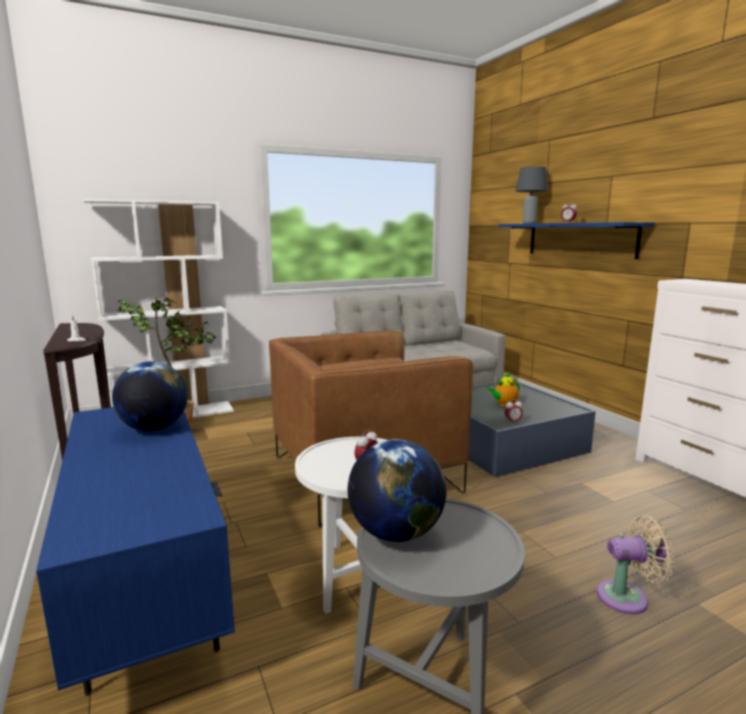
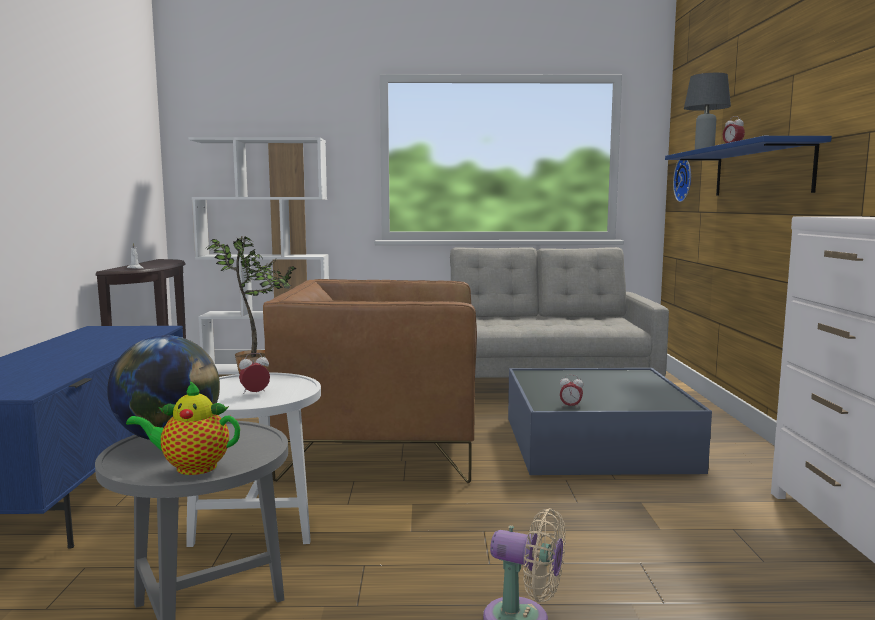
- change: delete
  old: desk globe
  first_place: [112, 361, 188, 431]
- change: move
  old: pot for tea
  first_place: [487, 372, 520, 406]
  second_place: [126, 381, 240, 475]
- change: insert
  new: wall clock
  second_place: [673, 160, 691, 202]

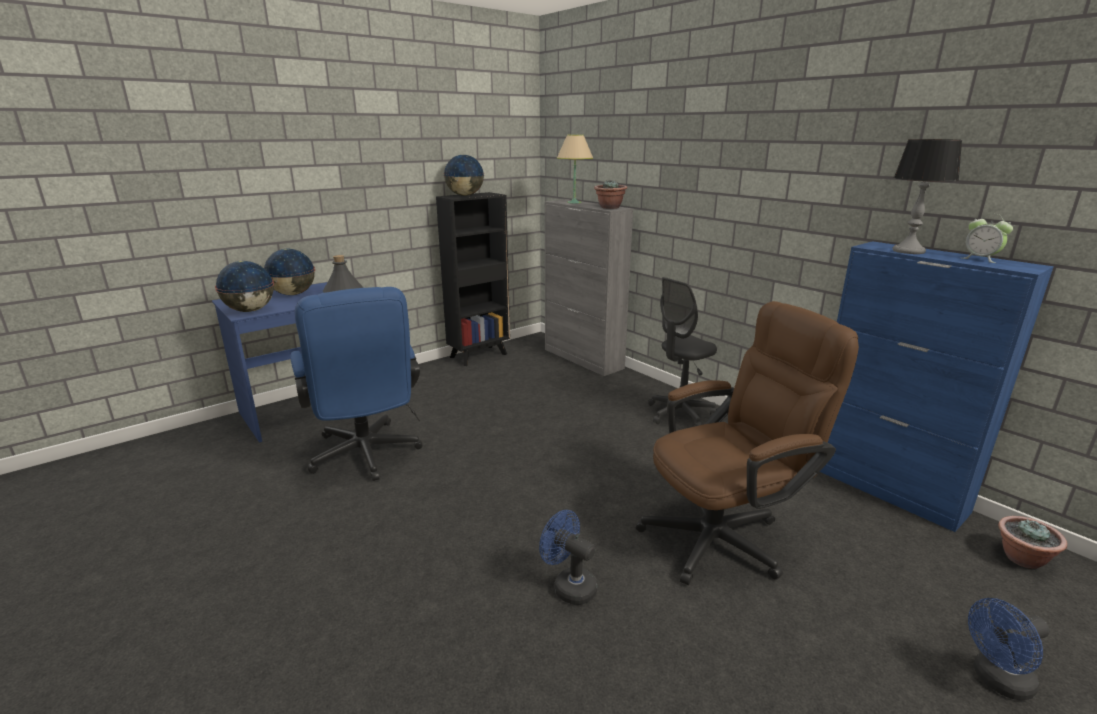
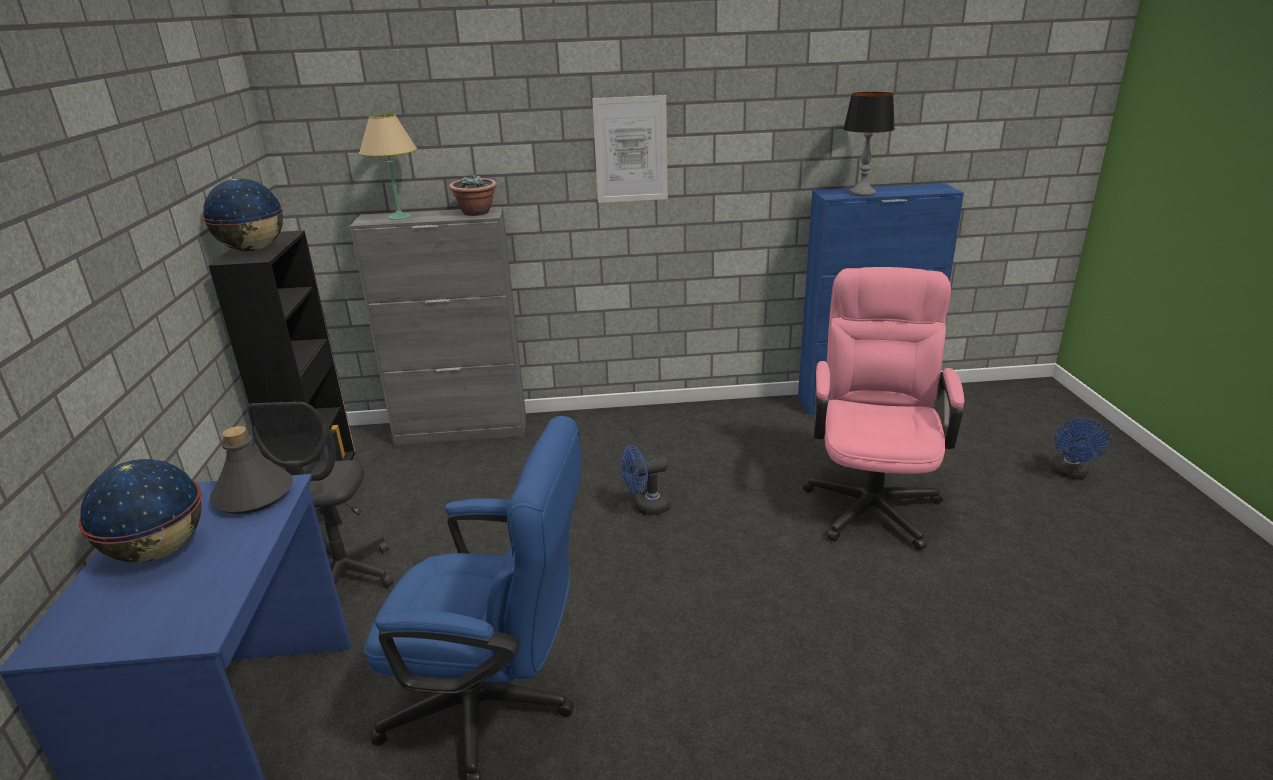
- change: delete
  old: table clock
  first_place: [963, 214, 1013, 263]
- change: delete
  old: desk globe
  first_place: [215, 261, 274, 312]
- change: move
  old: greyish desk chair
  first_place: [648, 277, 717, 426]
  second_place: [247, 402, 393, 589]
- change: recolor
  old: brown-coloured desk chair
  new: pink-coloured desk chair
  first_place: [636, 301, 859, 585]
  second_place: [803, 267, 964, 550]
- change: move
  old: blue-coloured cooling fan
  first_place: [539, 510, 598, 605]
  second_place: [621, 445, 671, 516]
- change: delete
  old: houseplant
  first_place: [998, 516, 1068, 569]
- change: insert
  new: picture
  second_place: [592, 95, 668, 203]

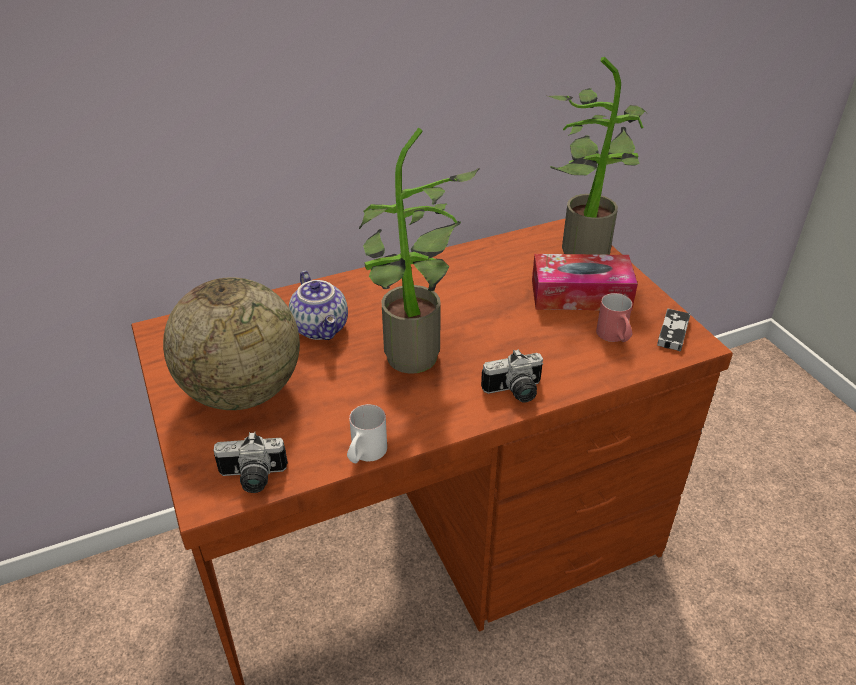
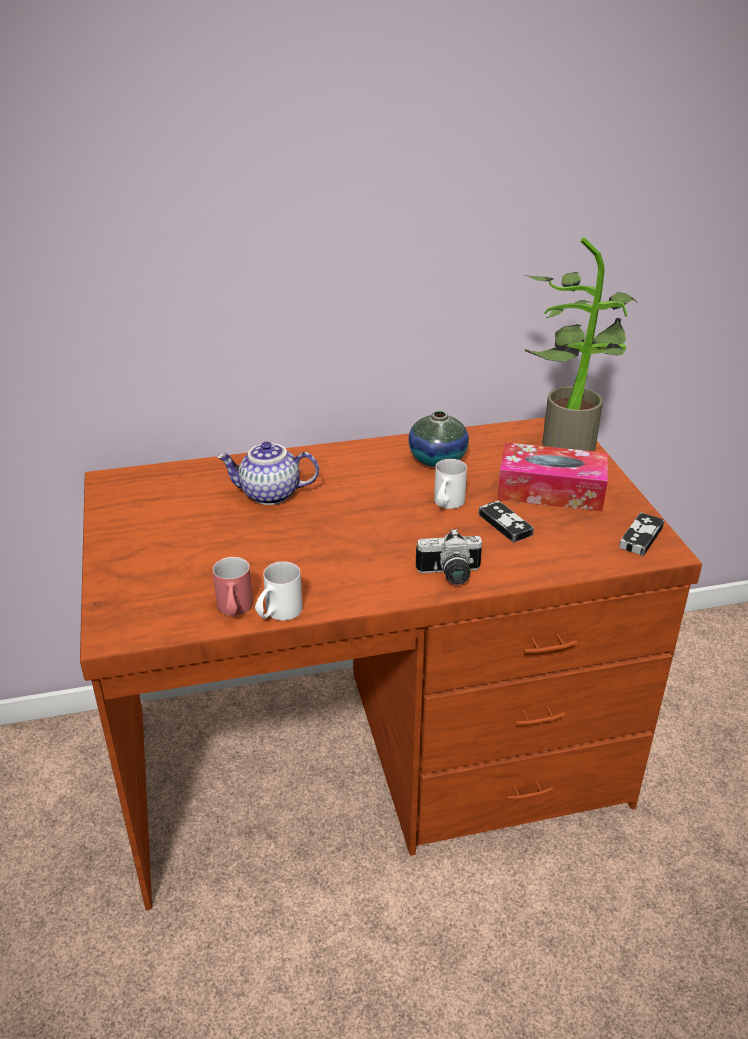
- change: delete
  old: houseplant
  first_place: [359, 128, 480, 374]
- change: rotate
  old: pot for tea
  first_place: [289, 271, 348, 340]
  second_place: [217, 442, 319, 505]
  degrees: 105
- change: delete
  old: desk globe
  first_place: [163, 277, 300, 410]
- change: move
  old: red-coloured tea mug
  first_place: [596, 293, 633, 342]
  second_place: [212, 557, 253, 617]
- change: delete
  old: still camera
  first_place: [213, 432, 288, 493]
- change: insert
  new: decorative vase
  second_place: [408, 411, 469, 467]
- change: insert
  new: white-coloured tea mug
  second_place: [434, 459, 467, 509]
- change: insert
  new: gamepad
  second_place: [478, 501, 534, 543]

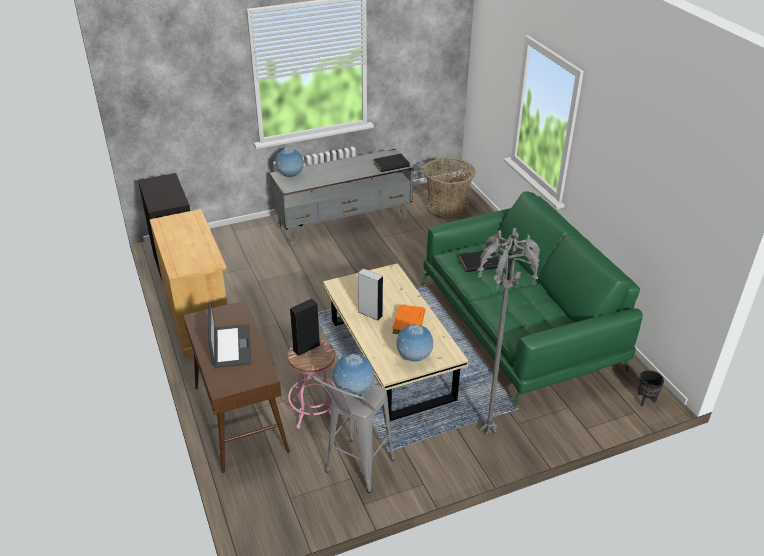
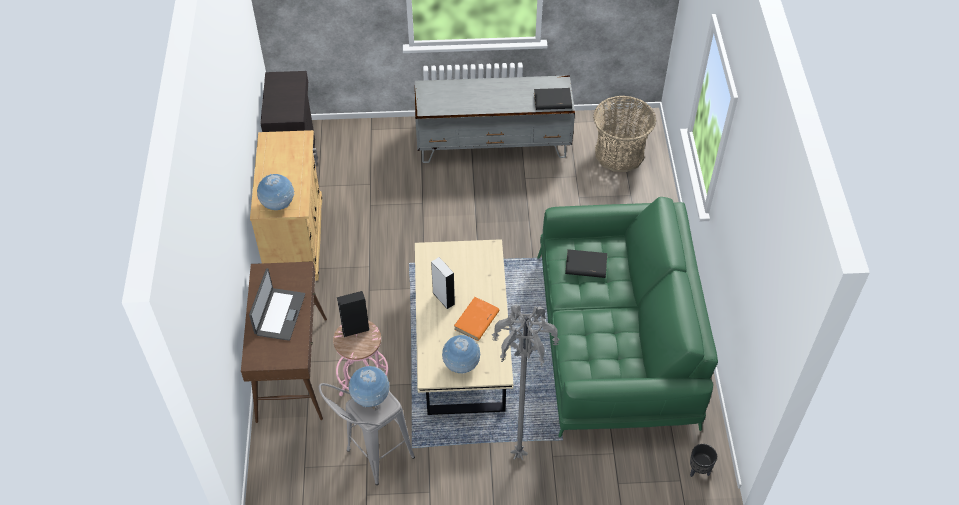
- change: move
  old: desk globe
  first_place: [275, 148, 304, 178]
  second_place: [257, 174, 295, 210]

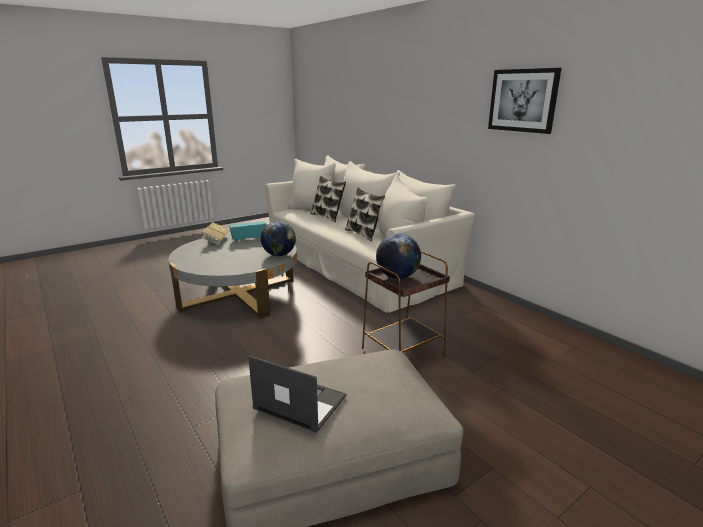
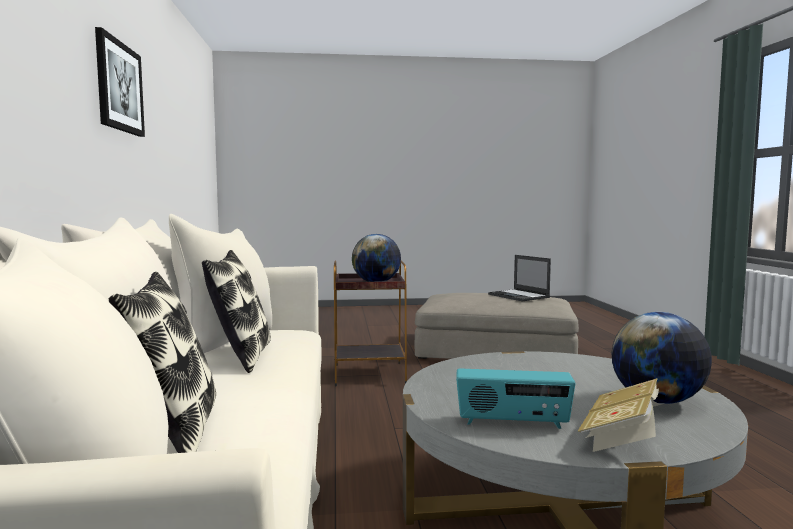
- change: move
  old: desk globe
  first_place: [261, 221, 296, 256]
  second_place: [612, 312, 712, 404]

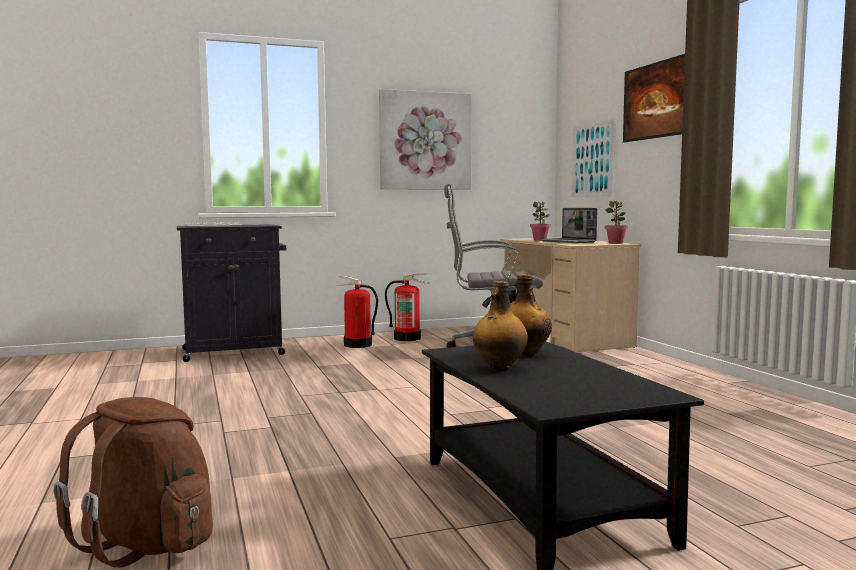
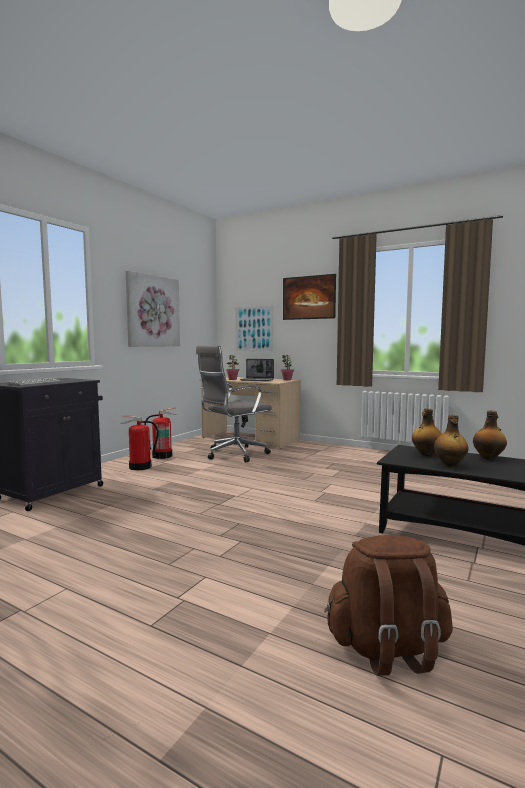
- change: insert
  new: drink bottle
  second_place: [473, 410, 507, 460]

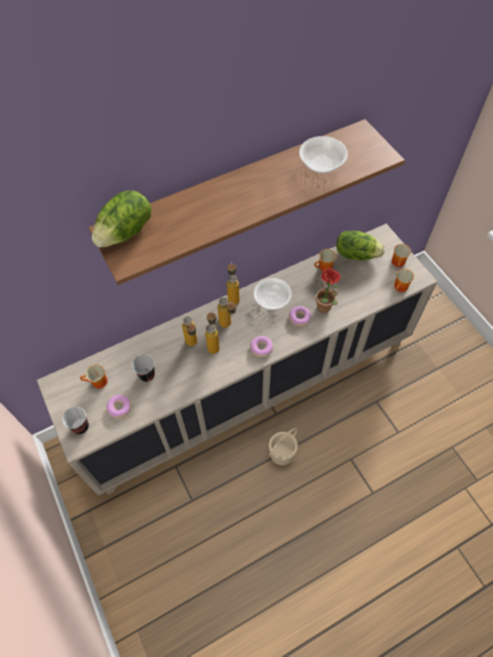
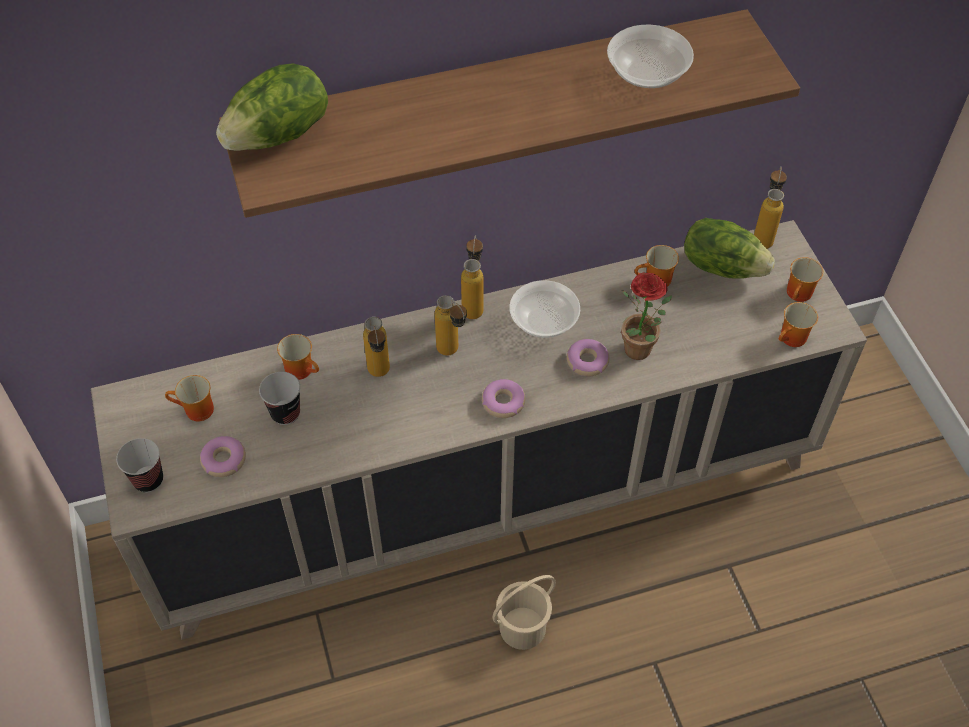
- change: move
  old: drink bottle
  first_place: [205, 311, 220, 354]
  second_place: [754, 167, 787, 249]
- change: insert
  new: tea mug
  second_place: [277, 334, 319, 380]

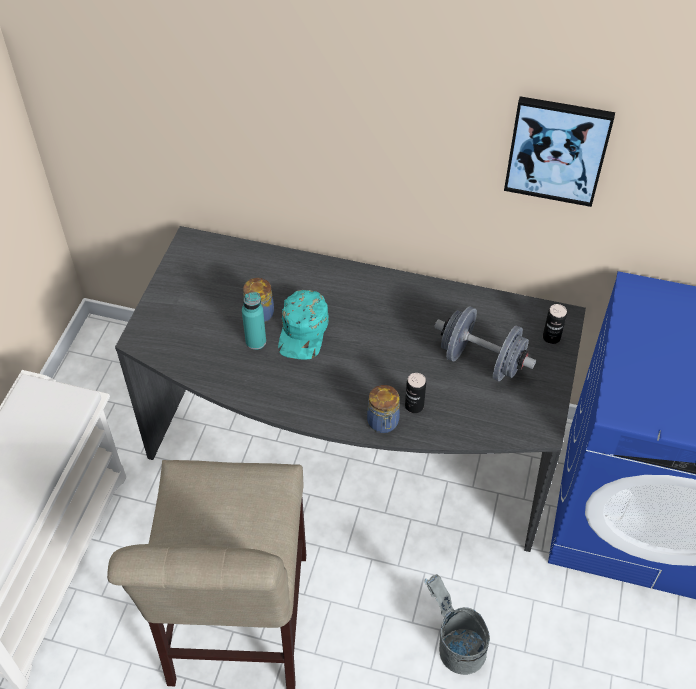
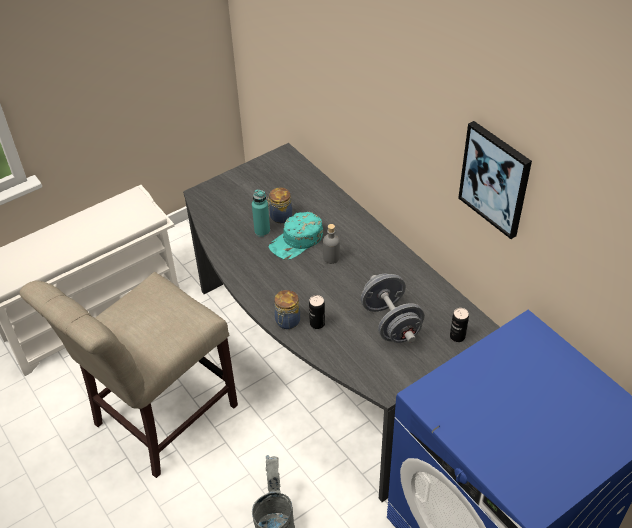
- change: insert
  new: greyish drink bottle
  second_place: [323, 224, 340, 264]

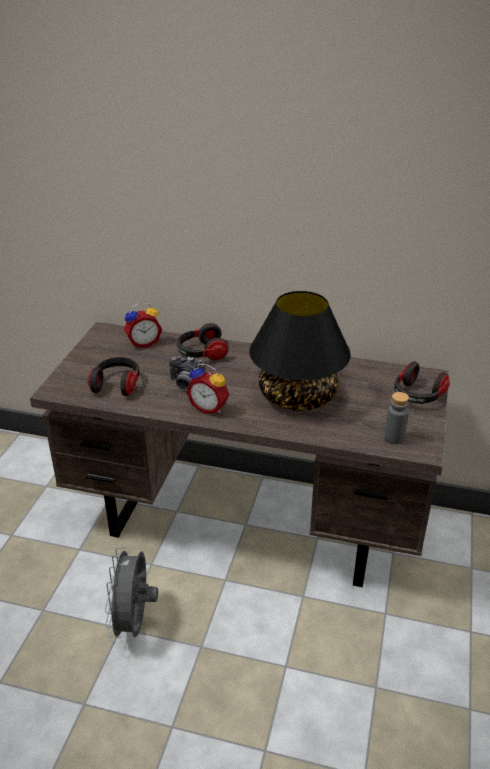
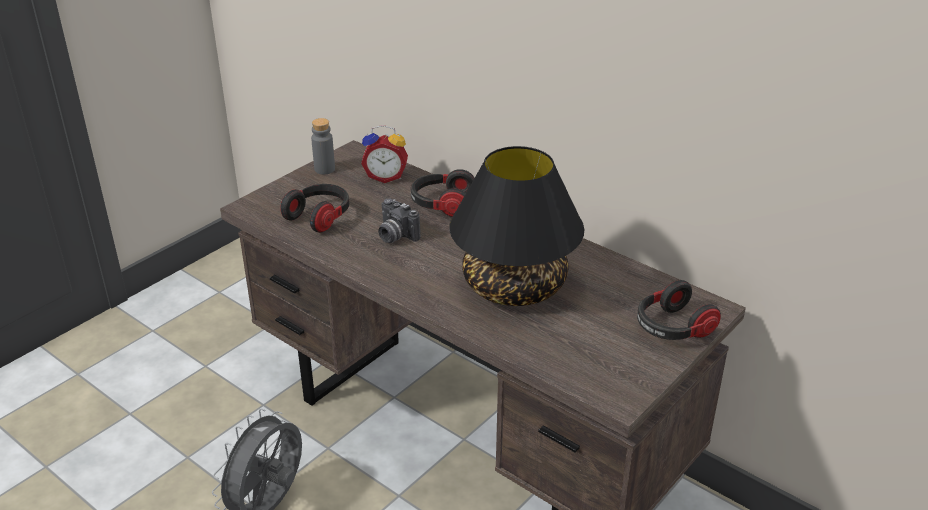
- change: delete
  old: table clock
  first_place: [186, 364, 229, 414]
- change: move
  old: greyish drink bottle
  first_place: [384, 392, 409, 444]
  second_place: [311, 118, 335, 174]

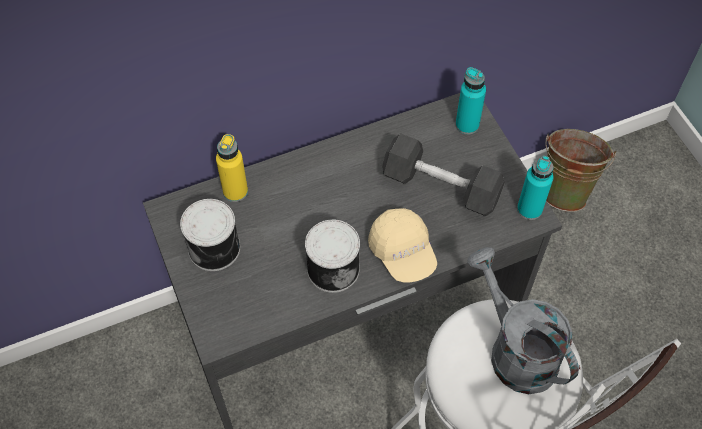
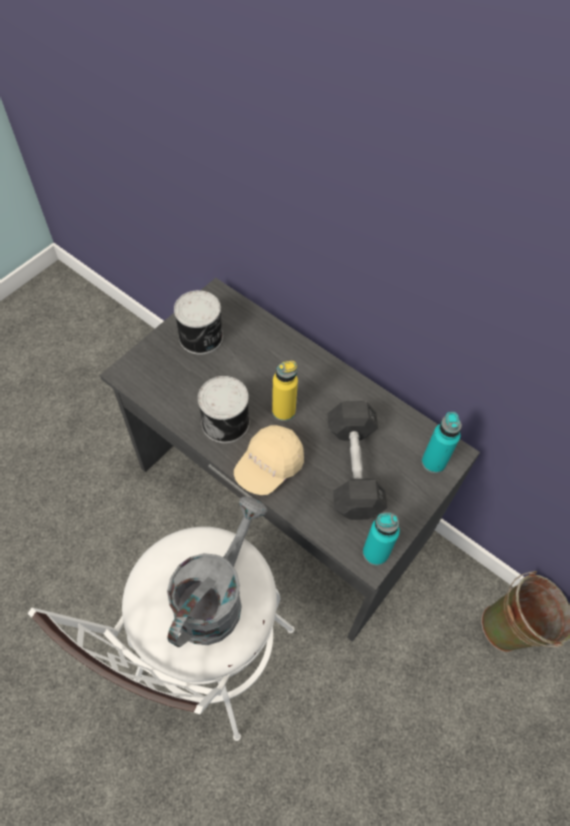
- change: move
  old: yellow drink bottle
  first_place: [216, 134, 248, 202]
  second_place: [272, 361, 298, 421]

